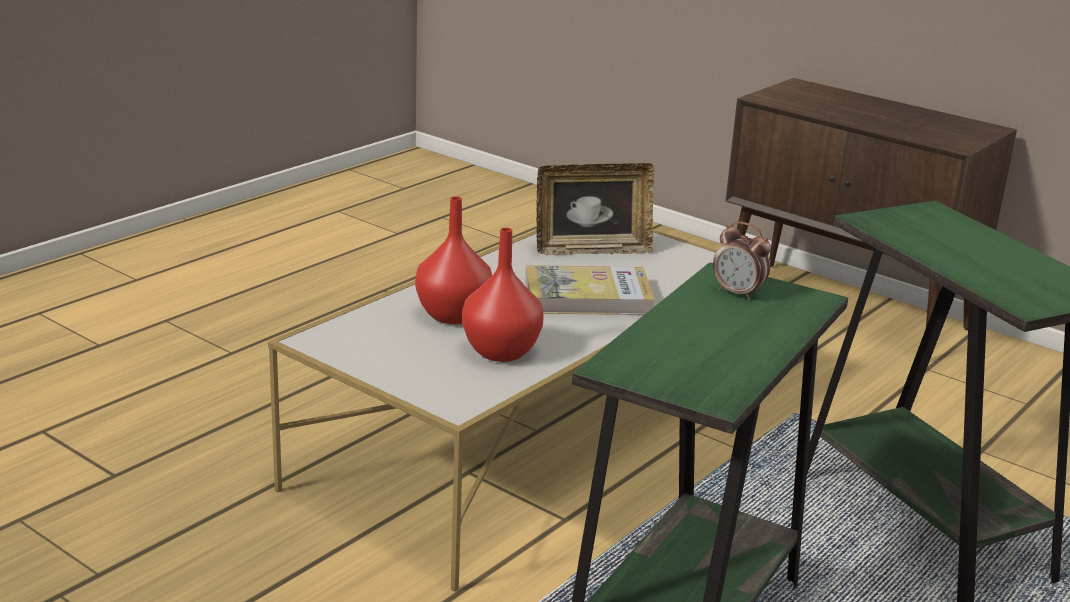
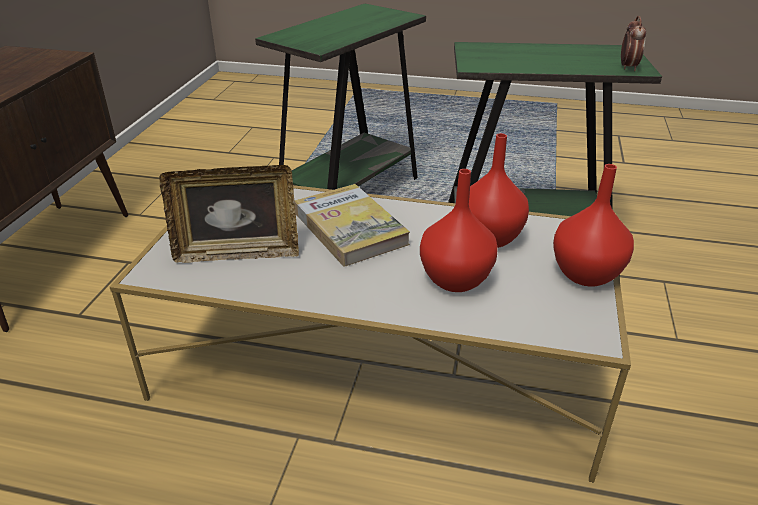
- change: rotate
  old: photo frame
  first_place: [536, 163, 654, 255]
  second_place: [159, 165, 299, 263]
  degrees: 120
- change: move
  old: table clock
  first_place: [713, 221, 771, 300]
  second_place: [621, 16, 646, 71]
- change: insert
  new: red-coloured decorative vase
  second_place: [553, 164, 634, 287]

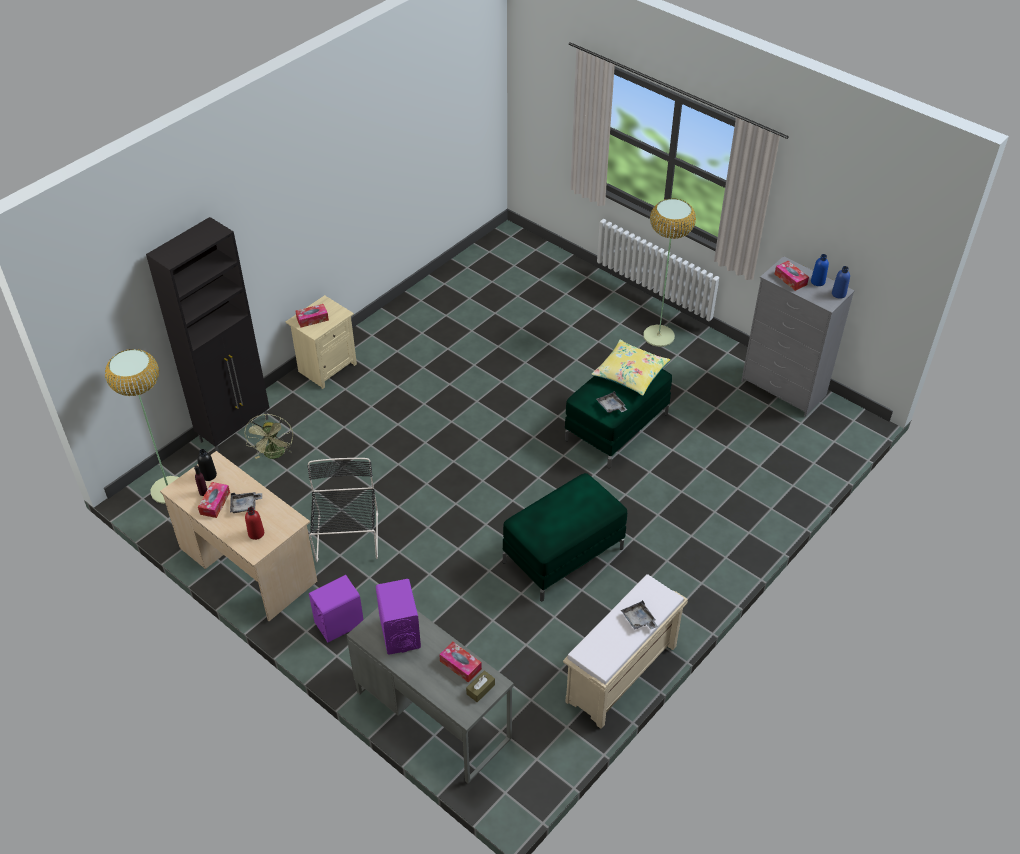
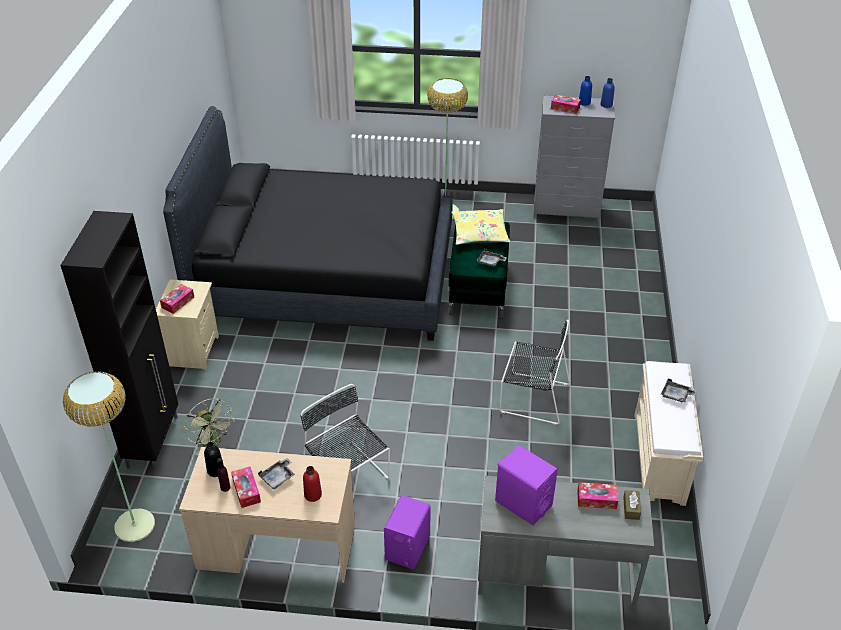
- change: replace
  old: green footrest
  new: black-coloured plain chair
  first_place: [503, 473, 627, 601]
  second_place: [499, 320, 570, 425]
- change: insert
  new: black-coloured sleeping bed
  second_place: [163, 106, 453, 341]

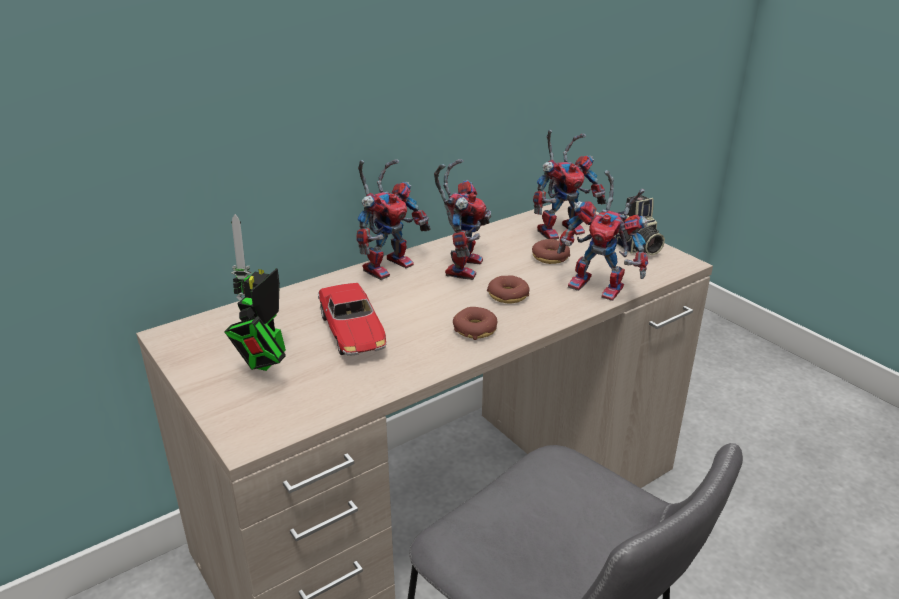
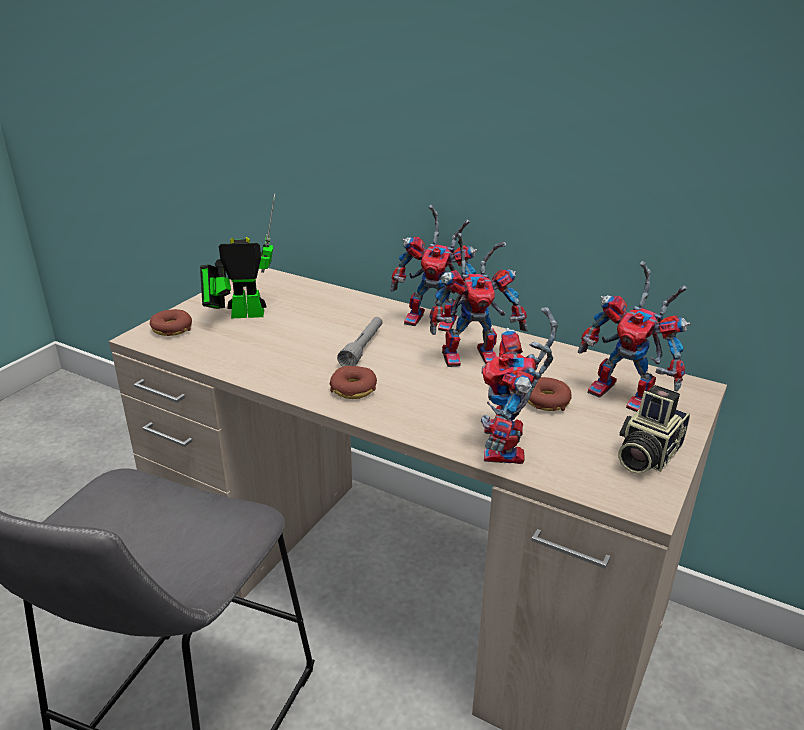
- change: move
  old: donut
  first_place: [487, 276, 529, 304]
  second_place: [150, 309, 192, 336]
- change: delete
  old: model car
  first_place: [318, 283, 387, 356]
- change: insert
  new: greyish hand torch
  second_place: [337, 317, 383, 367]

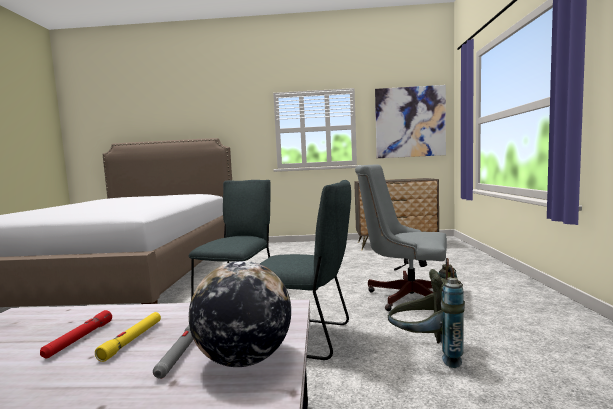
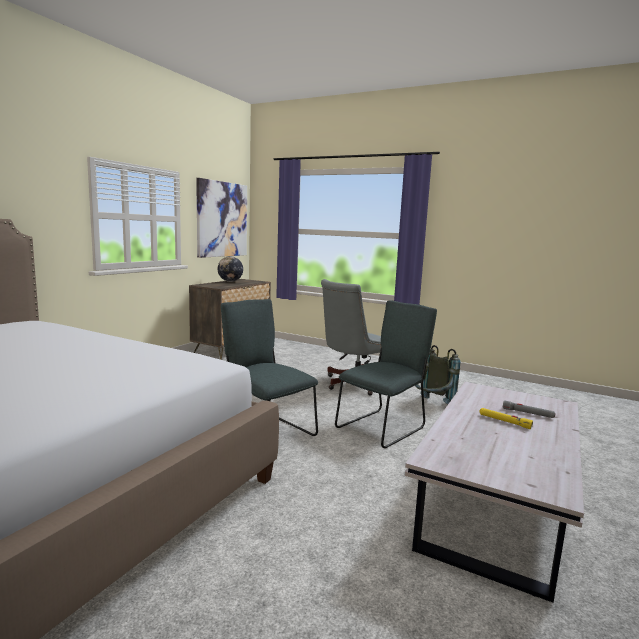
- change: move
  old: desk globe
  first_place: [189, 261, 291, 367]
  second_place: [218, 256, 243, 282]
- change: delete
  old: red-coloured hand torch
  first_place: [40, 310, 112, 358]

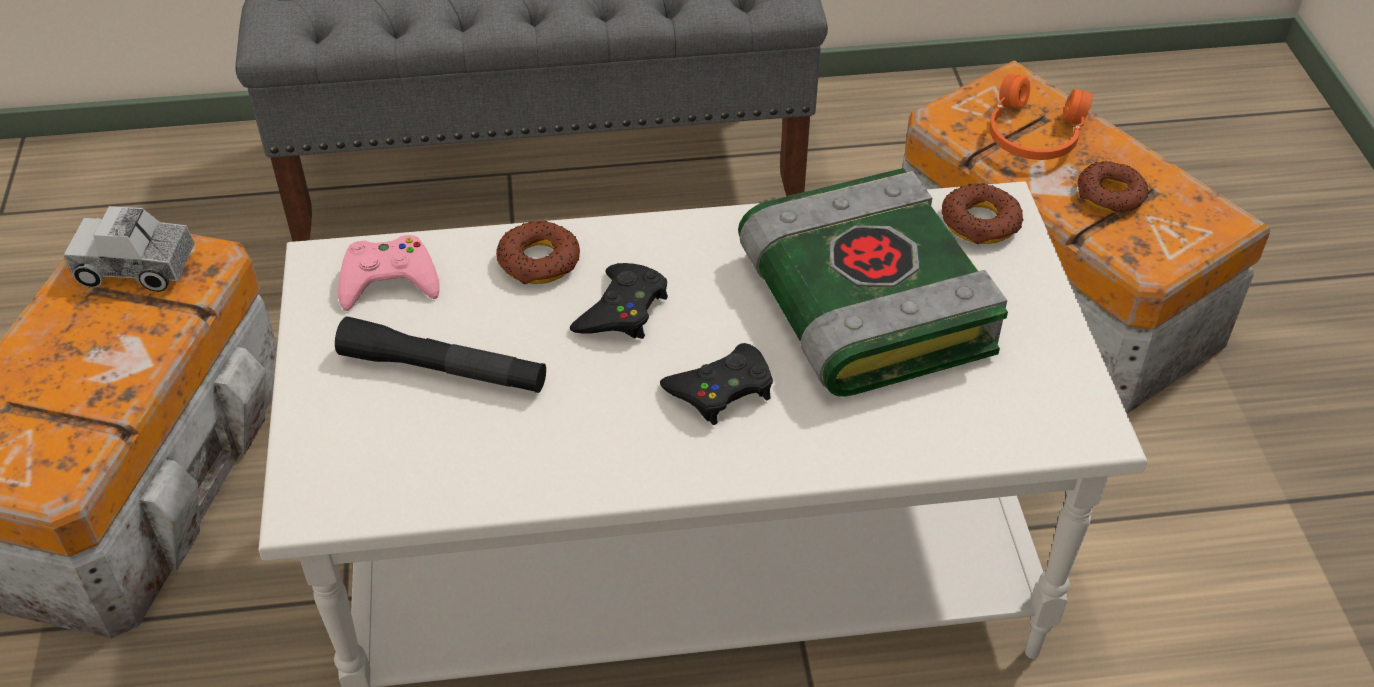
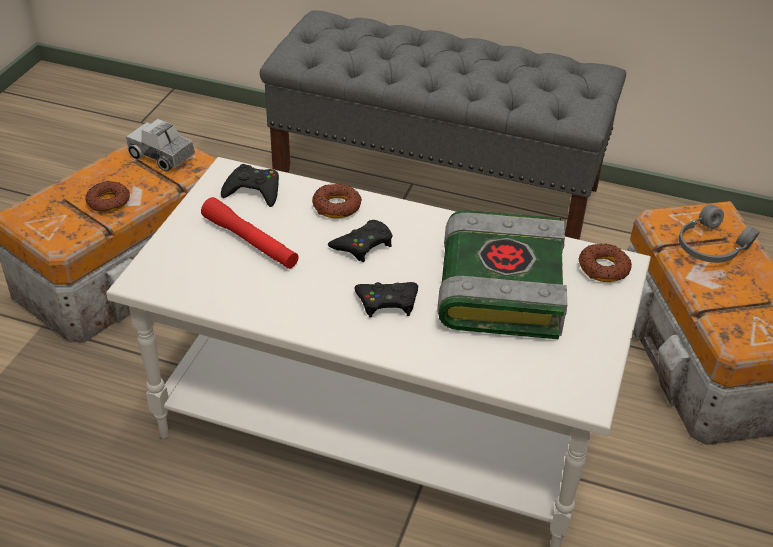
- change: recolor
  old: orangey pair of headphones
  new: greyish pair of headphones
  first_place: [989, 74, 1093, 160]
  second_place: [679, 204, 760, 263]
- change: move
  old: donut
  first_place: [1077, 161, 1149, 213]
  second_place: [85, 181, 130, 212]
- change: recolor
  old: pink-coloured gamepad
  new: black-coloured gamepad
  first_place: [338, 235, 440, 311]
  second_place: [221, 164, 279, 207]
- change: recolor
  old: black-coloured hand torch
  new: red-coloured hand torch
  first_place: [335, 317, 546, 393]
  second_place: [201, 197, 299, 269]

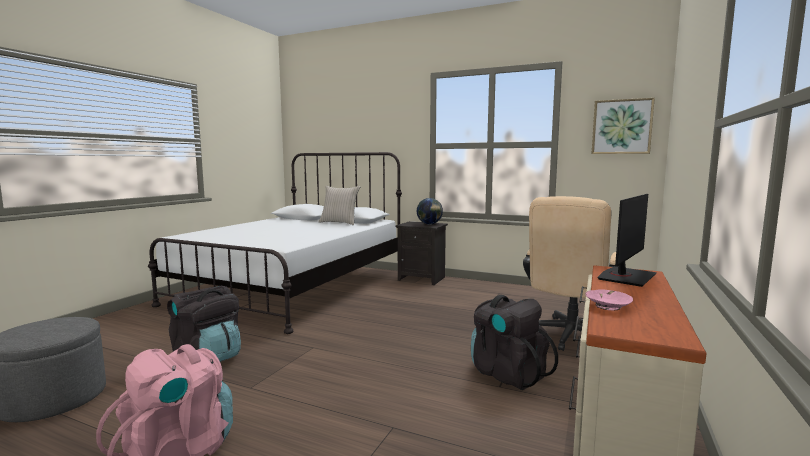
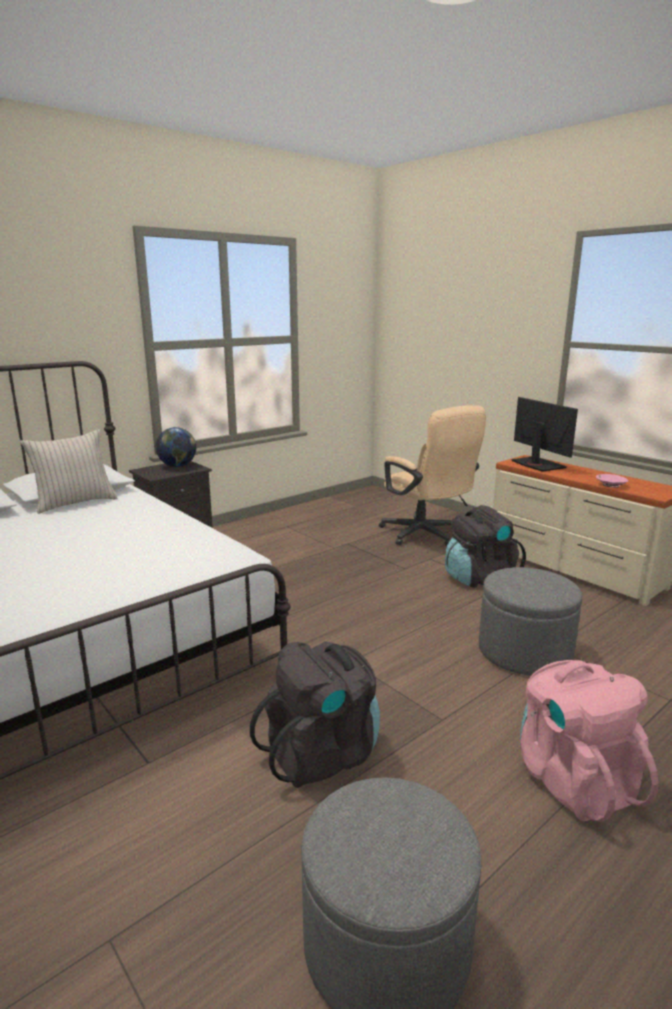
- change: delete
  old: picture
  first_place: [591, 98, 655, 154]
- change: insert
  new: greyish footrest
  second_place: [479, 567, 582, 675]

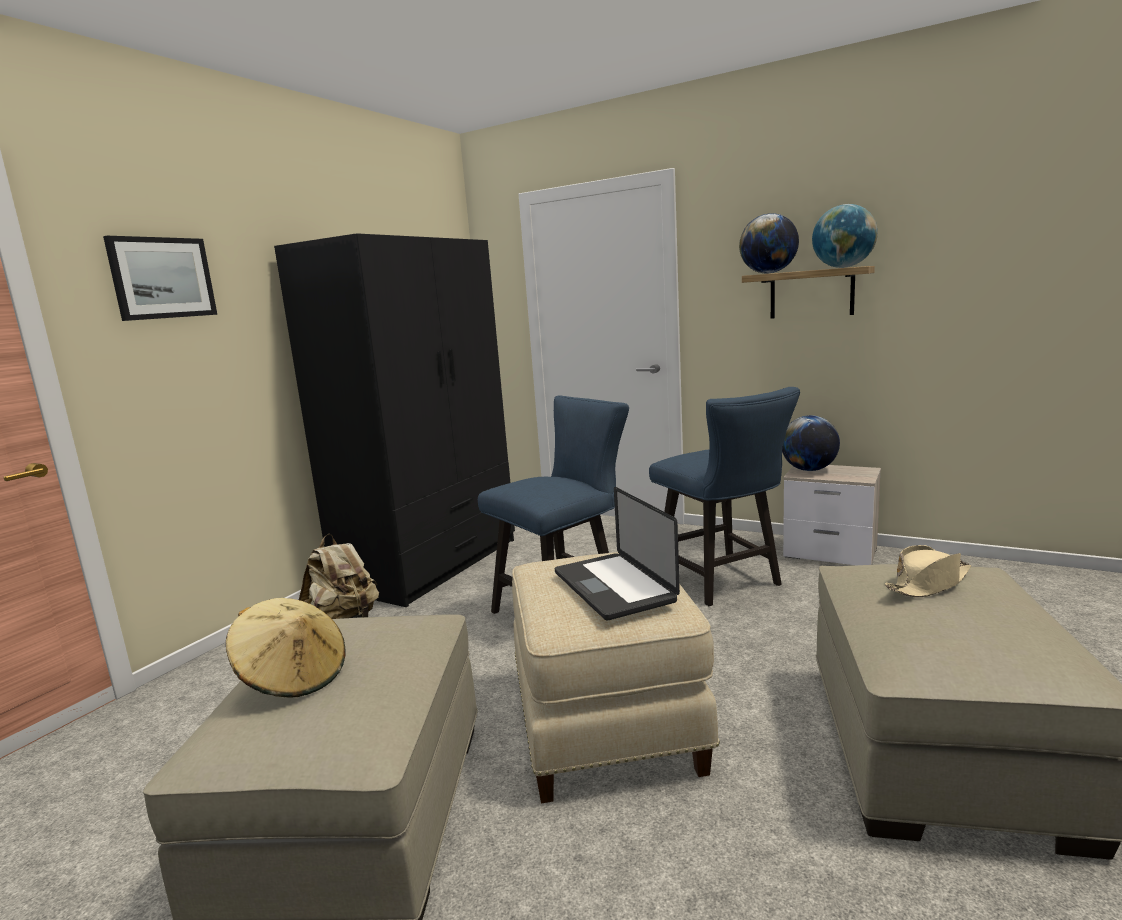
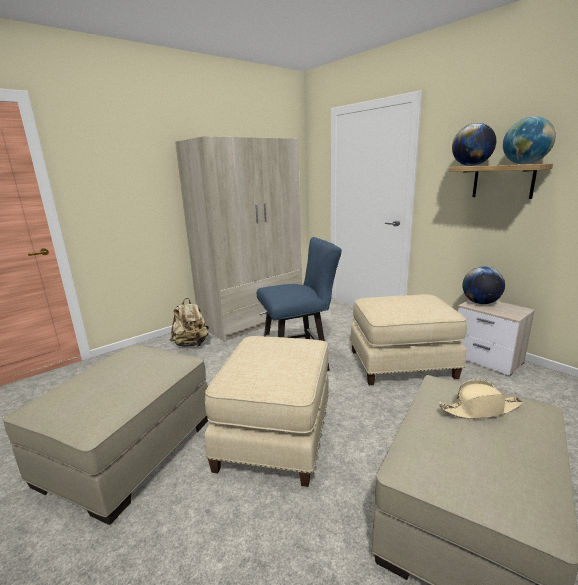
- change: recolor
  old: black-coloured wardrobe
  new: sand-coloured wardrobe
  first_place: [274, 233, 515, 607]
  second_place: [175, 136, 302, 342]
- change: delete
  old: picture
  first_place: [103, 236, 217, 321]
- change: replace
  old: blue-coloured plain chair
  new: sand-coloured footrest
  first_place: [649, 387, 800, 606]
  second_place: [350, 294, 467, 385]
- change: delete
  old: notebook computer
  first_place: [555, 487, 680, 620]
- change: delete
  old: sand-coloured wearable hat
  first_place: [226, 598, 346, 697]

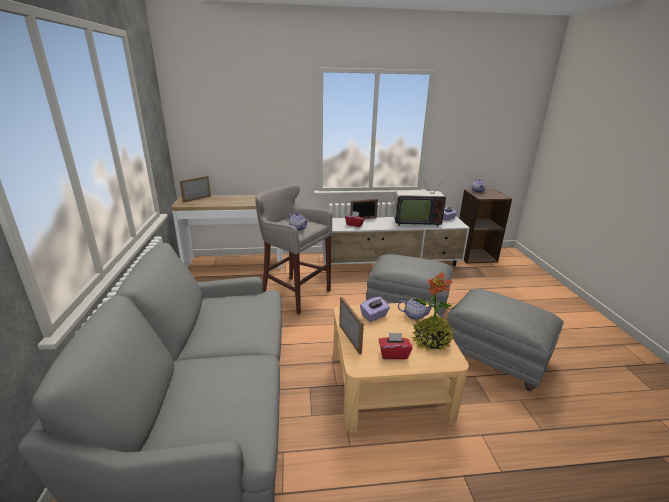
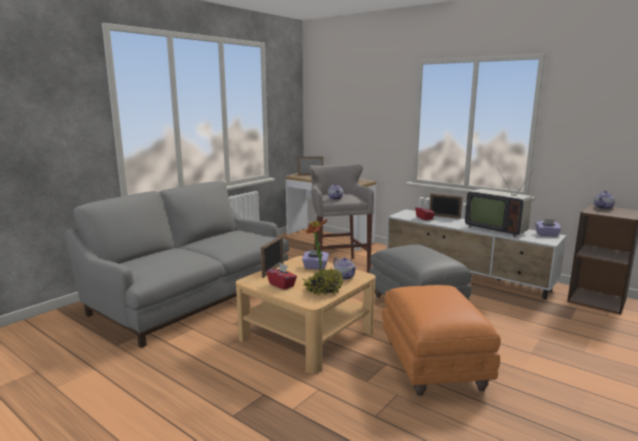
- change: recolor
  old: greyish footrest
  new: orangey footrest
  first_place: [447, 289, 564, 391]
  second_place: [382, 285, 501, 396]

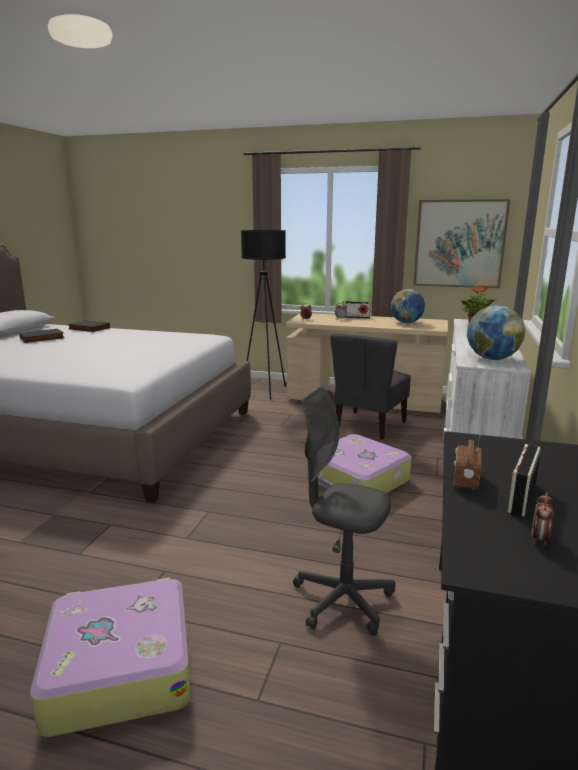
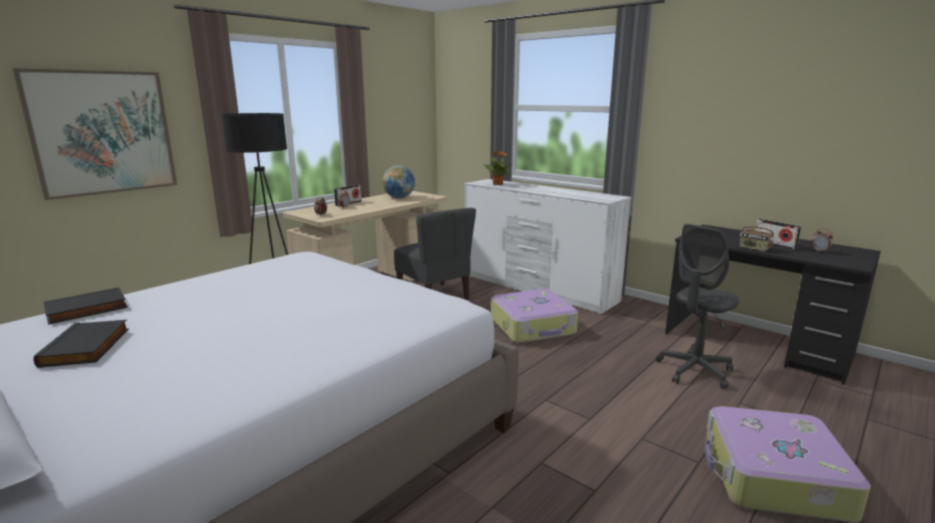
- change: move
  old: picture
  first_place: [413, 199, 510, 288]
  second_place: [12, 68, 177, 200]
- change: delete
  old: desk globe
  first_place: [467, 305, 525, 360]

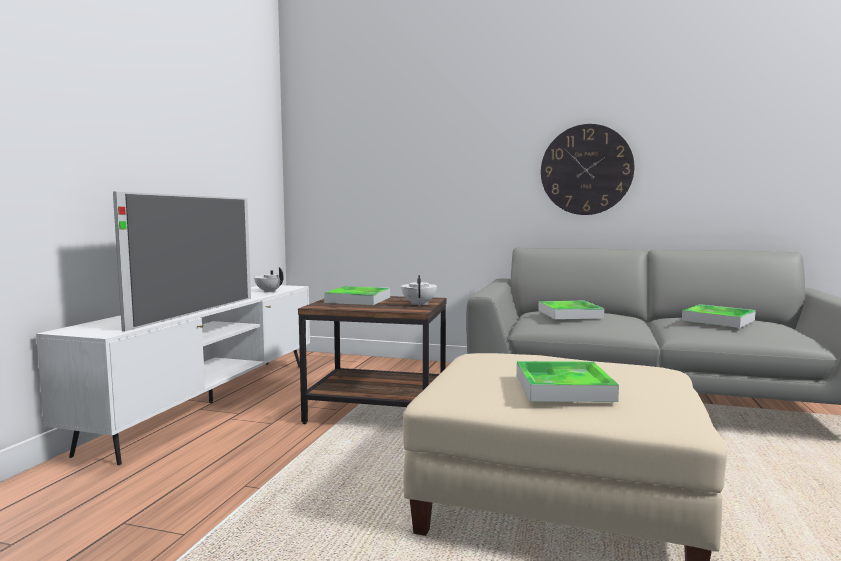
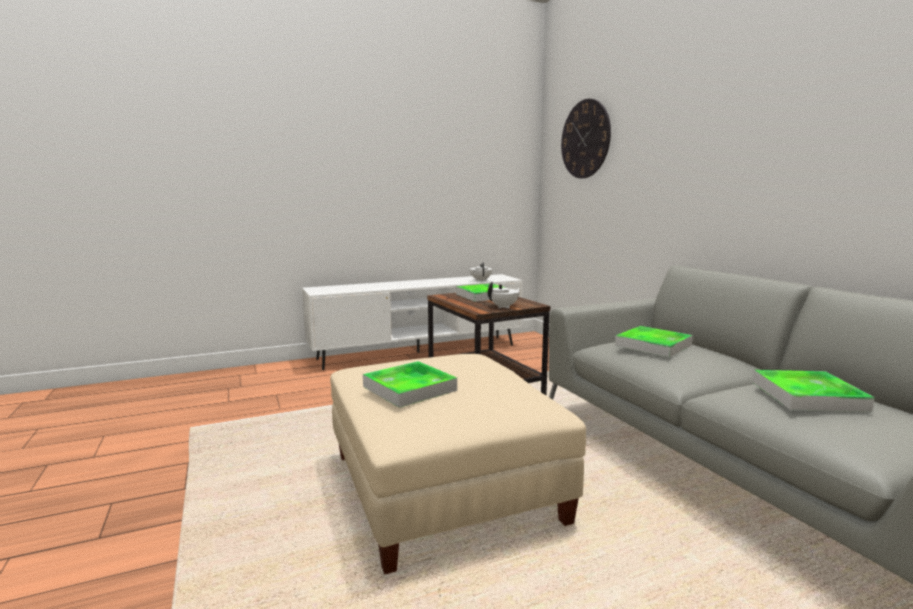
- change: move
  old: wall clock
  first_place: [541, 124, 634, 215]
  second_place: [561, 99, 611, 178]
- change: delete
  old: TV
  first_place: [113, 192, 251, 331]

